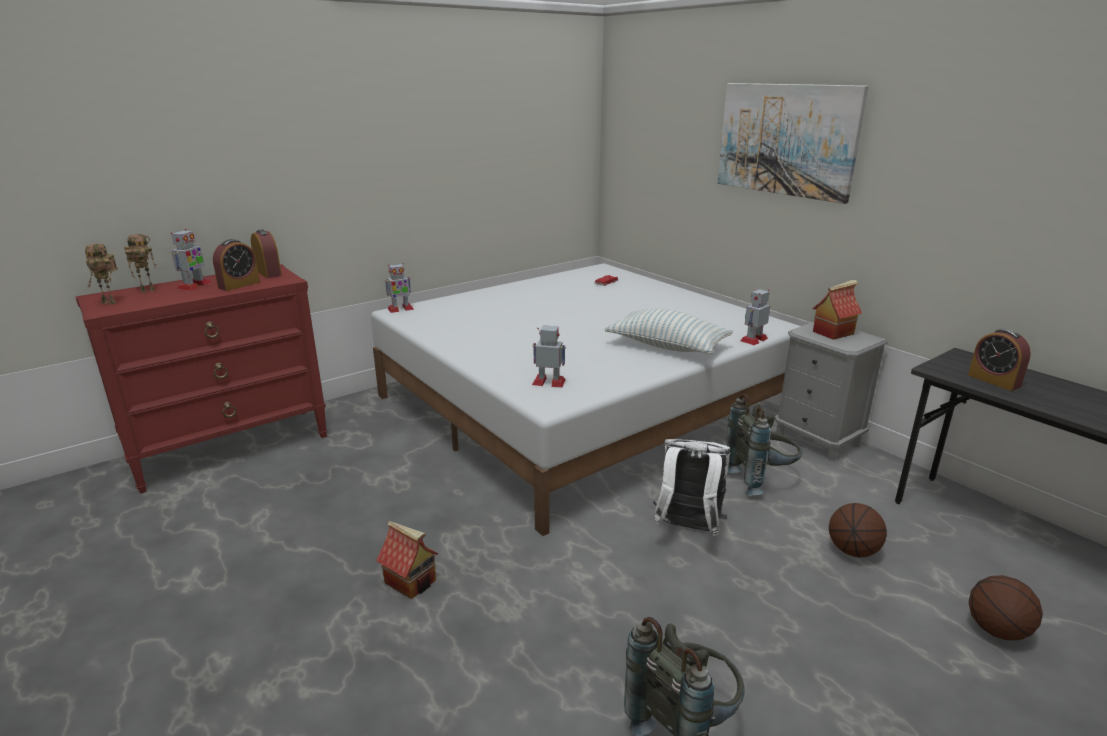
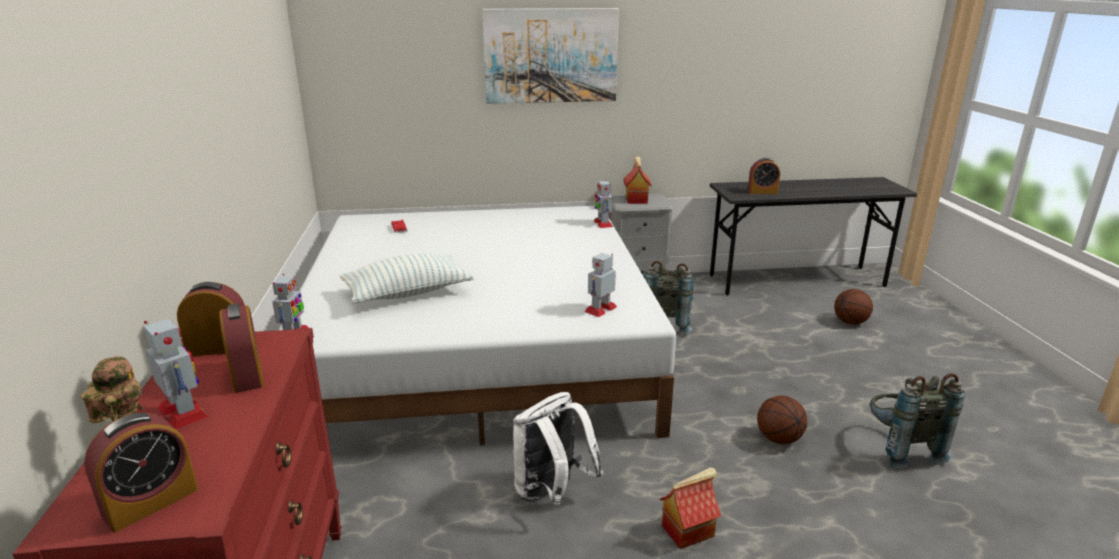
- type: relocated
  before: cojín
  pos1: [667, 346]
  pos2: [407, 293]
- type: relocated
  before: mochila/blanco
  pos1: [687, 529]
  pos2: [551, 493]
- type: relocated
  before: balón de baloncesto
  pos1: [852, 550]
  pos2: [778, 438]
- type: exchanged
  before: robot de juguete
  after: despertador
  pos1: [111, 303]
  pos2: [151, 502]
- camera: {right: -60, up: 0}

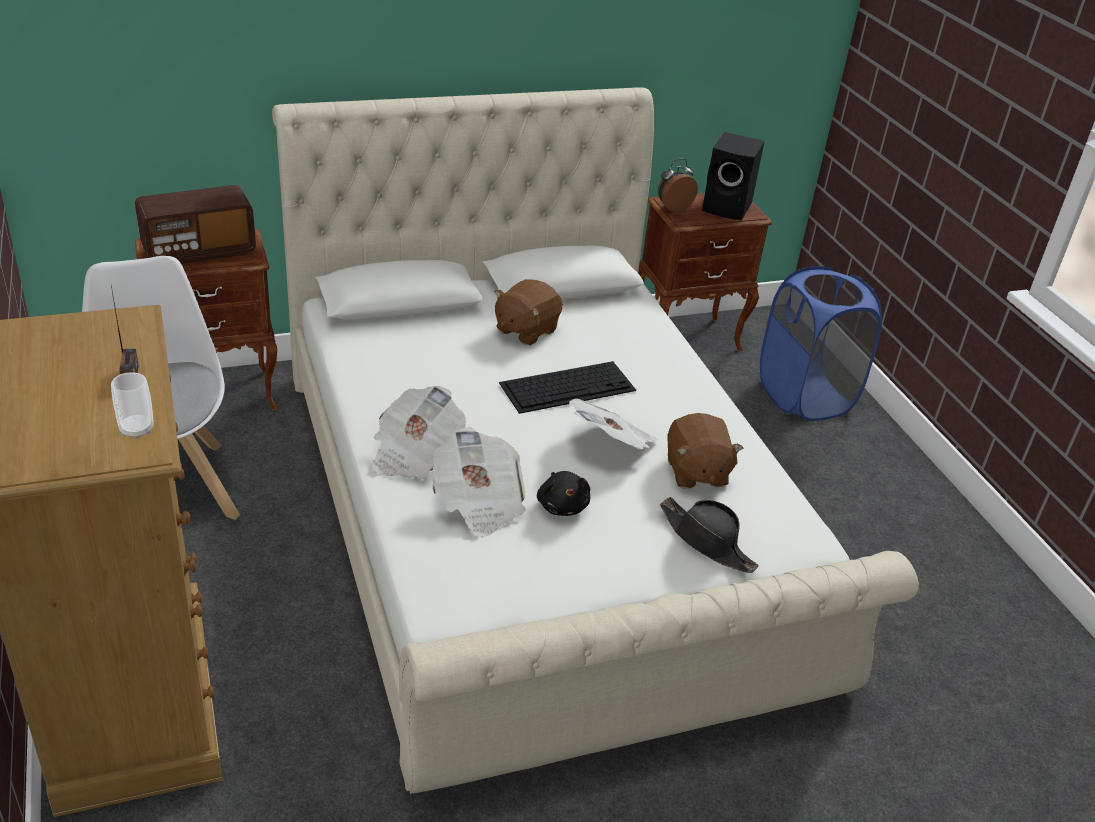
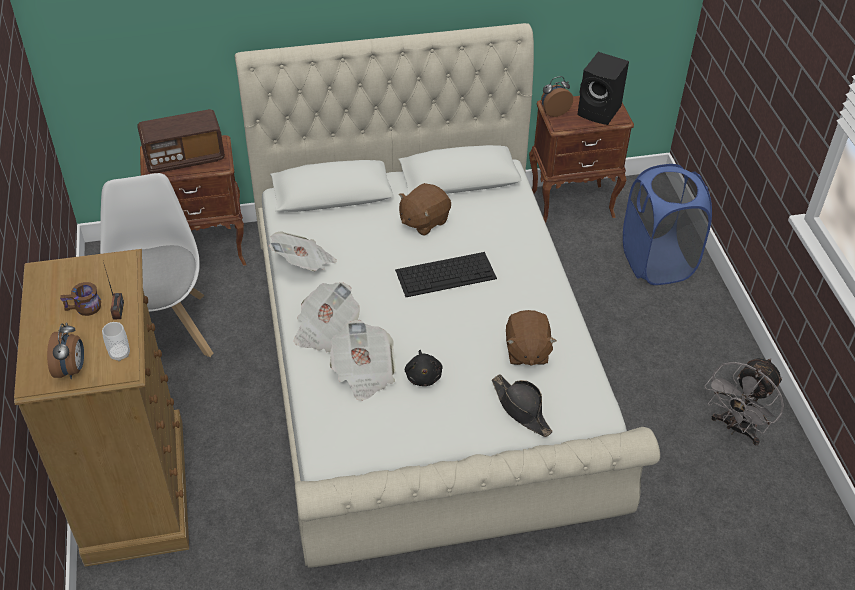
- type: appeared
  after: despertador
  pos2: [72, 369]
- type: appeared
  after: taza grande/marrón
  pos2: [84, 309]
- type: appeared
  after: ventilador/gris
  pos2: [736, 428]
- type: relocated
  before: periódico
  pos1: [612, 444]
  pos2: [304, 263]
- camera: {right: 10, up: 10}

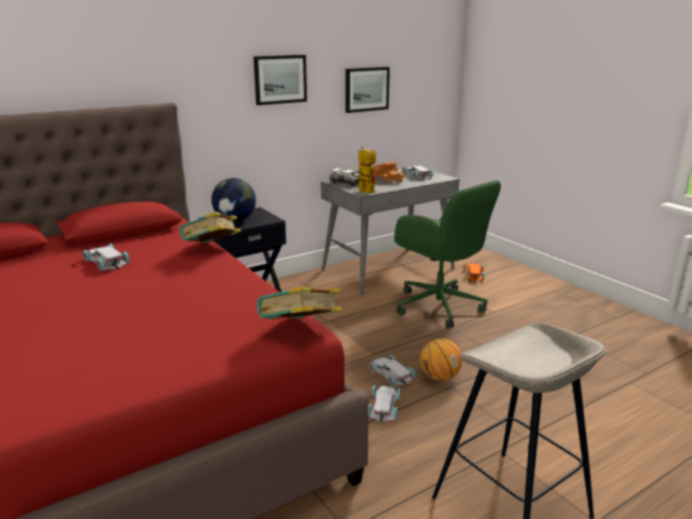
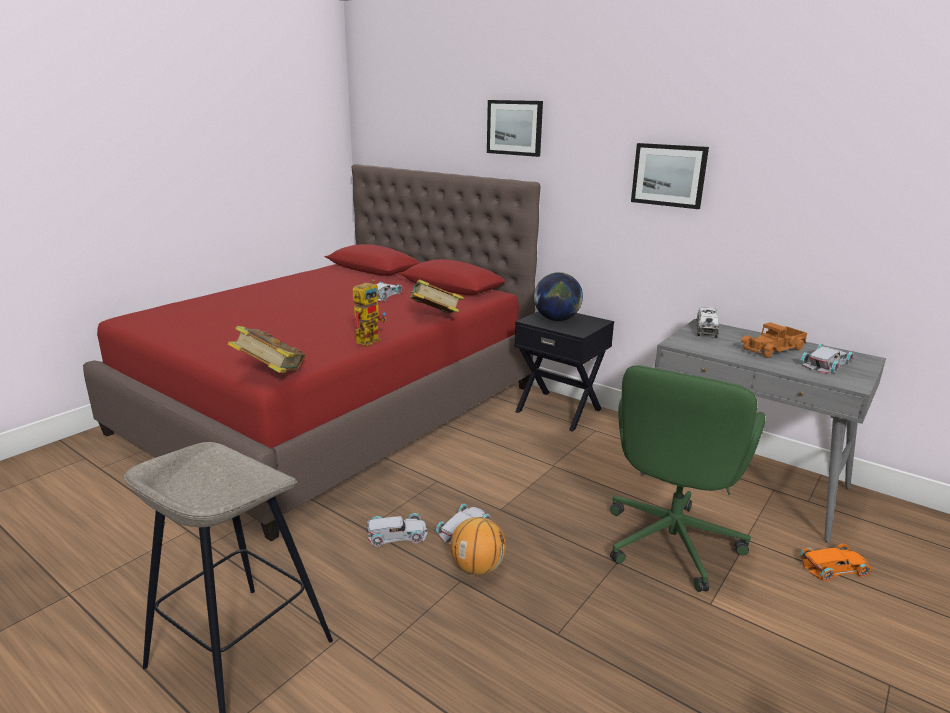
- type: relocated
  before: cuadro
  pos1: [366, 89]
  pos2: [514, 127]
- type: relocated
  before: robot de juguete
  pos1: [363, 190]
  pos2: [370, 339]
- camera: {right: 70, up: 0}

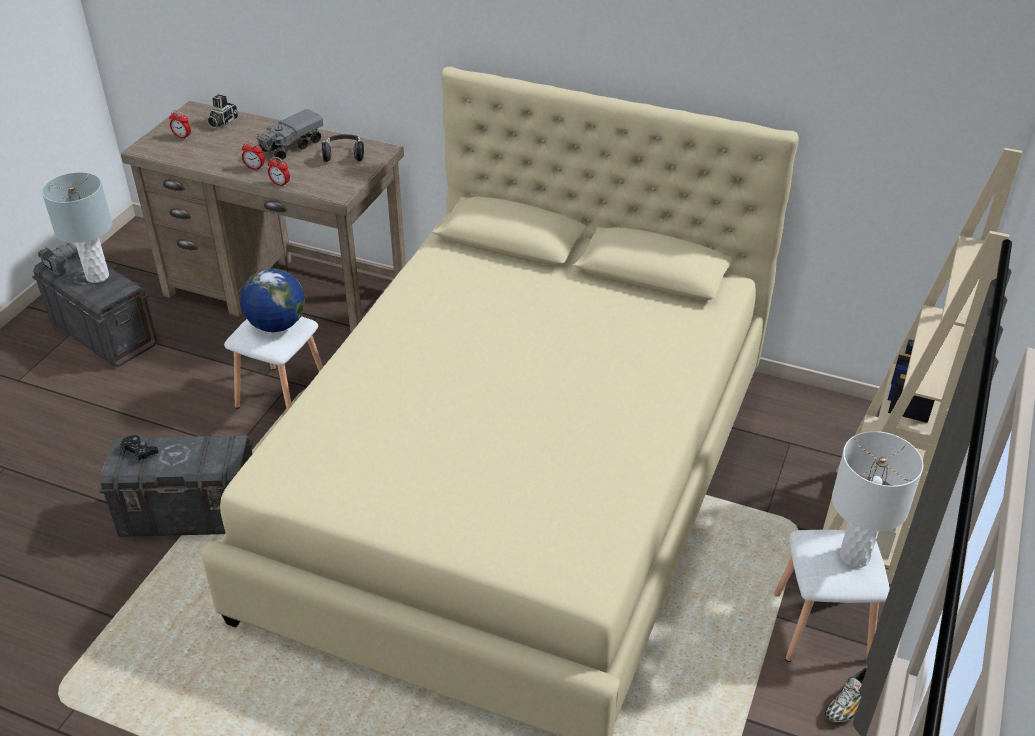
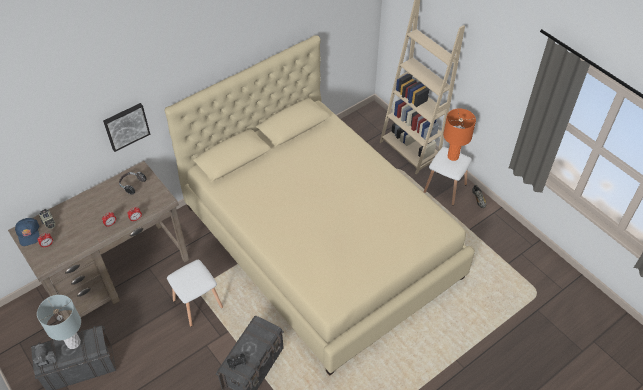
- type: missing
  before: globo terráqueo
  pos1: [276, 325]
- type: missing
  before: camión de juguete
  pos1: [291, 146]
- type: appeared
  after: gorra/azul
  pos2: [28, 233]
- type: appeared
  after: cuadro
  pos2: [126, 126]
- type: colour
  before: lámpara de mesa/blanco
  after: lámpara de mesa/naranja
  pos1: [854, 556]
  pos2: [452, 156]
- camera: {right: -60, up: 10}

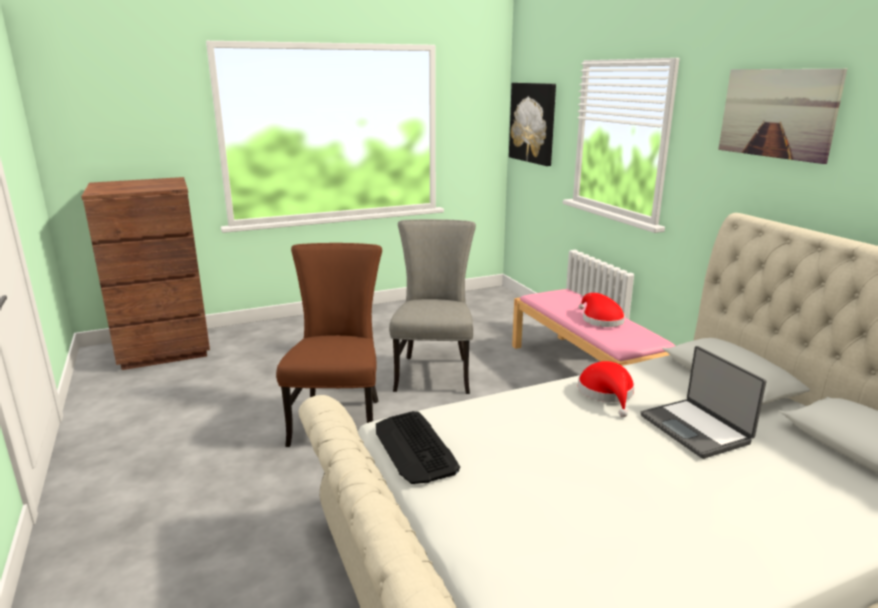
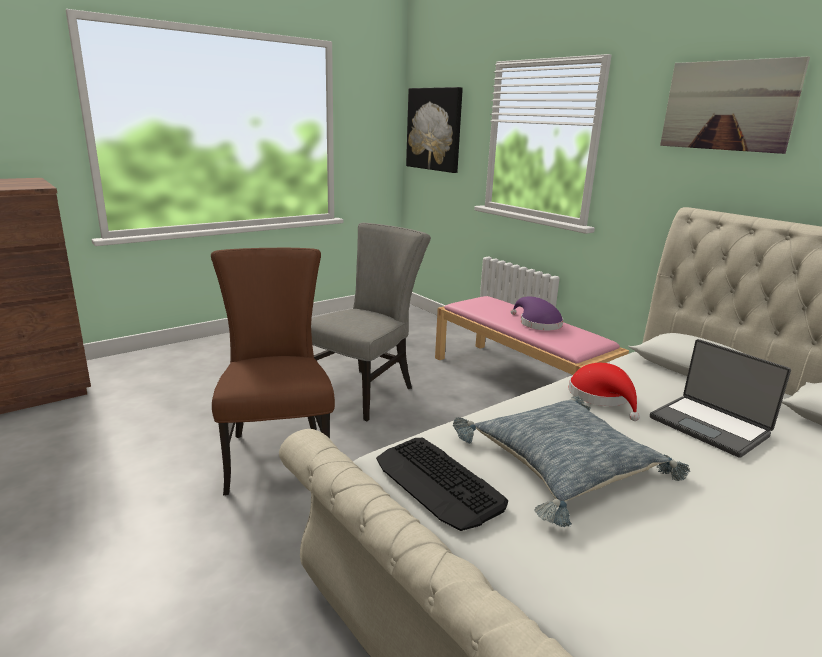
- type: appeared
  after: cojín
  pos2: [563, 460]
- type: colour
  before: sombrero/rojo
  after: sombrero/morado
  pos1: [600, 319]
  pos2: [537, 323]
- type: spun
  before: silla/gris
  pos1: [434, 371]
  pos2: [365, 390]
  turn: 45
- camera: {right: -15, up: 0}

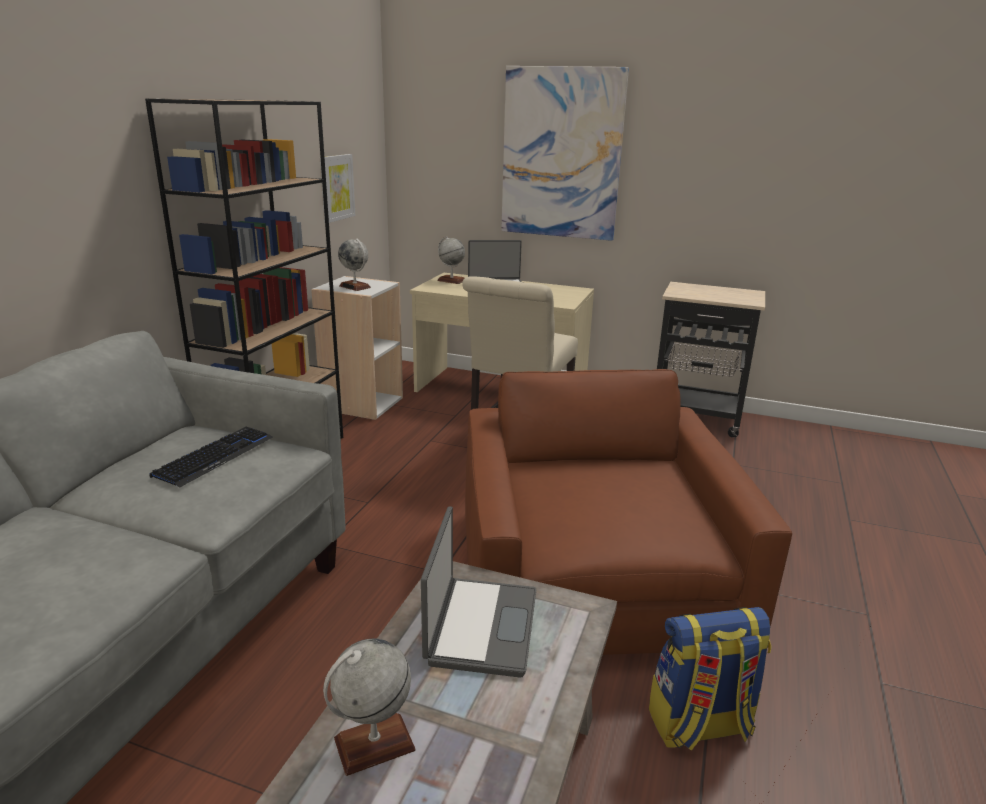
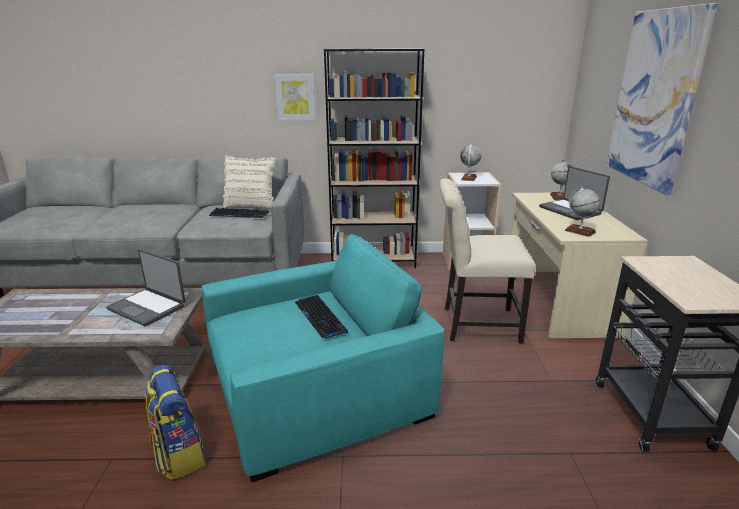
- type: appeared
  after: cojín/beis
  pos2: [251, 206]
- type: appeared
  after: teclado
  pos2: [320, 317]
- type: relocated
  before: cuadro
  pos1: [336, 187]
  pos2: [295, 97]
- type: relocated
  before: globo terráqueo
  pos1: [374, 744]
  pos2: [579, 231]
- type: colour
  before: sillón/marrón
  after: sillón/turquesa
  pos1: [595, 577]
  pos2: [316, 389]
- type: spun
  before: portátil
  pos1: [480, 626]
  pos2: [148, 307]
  turn: 45
- camera: {right: 70, up: 0}

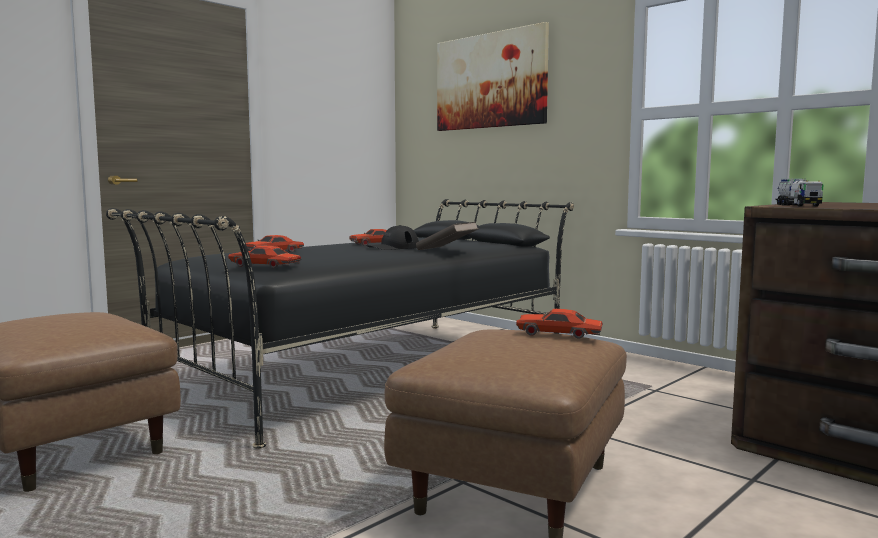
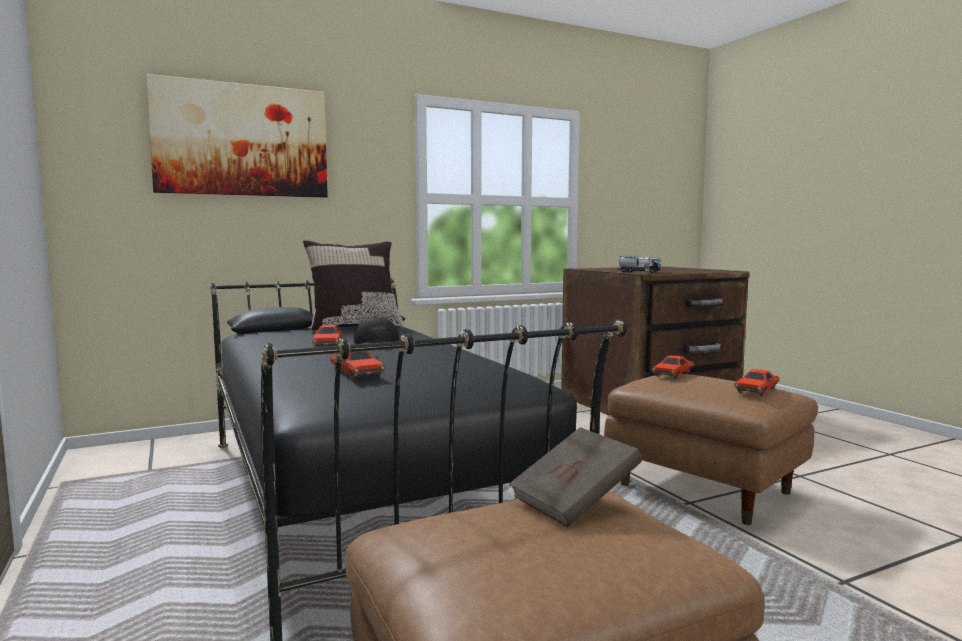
- type: appeared
  after: cojín
  pos2: [354, 326]
- type: relocated
  before: coche de juguete/rojo
  pos1: [265, 266]
  pos2: [757, 390]
- type: relocated
  before: libro/marrón
  pos1: [447, 250]
  pos2: [574, 501]
- camera: {right: -70, up: 0}

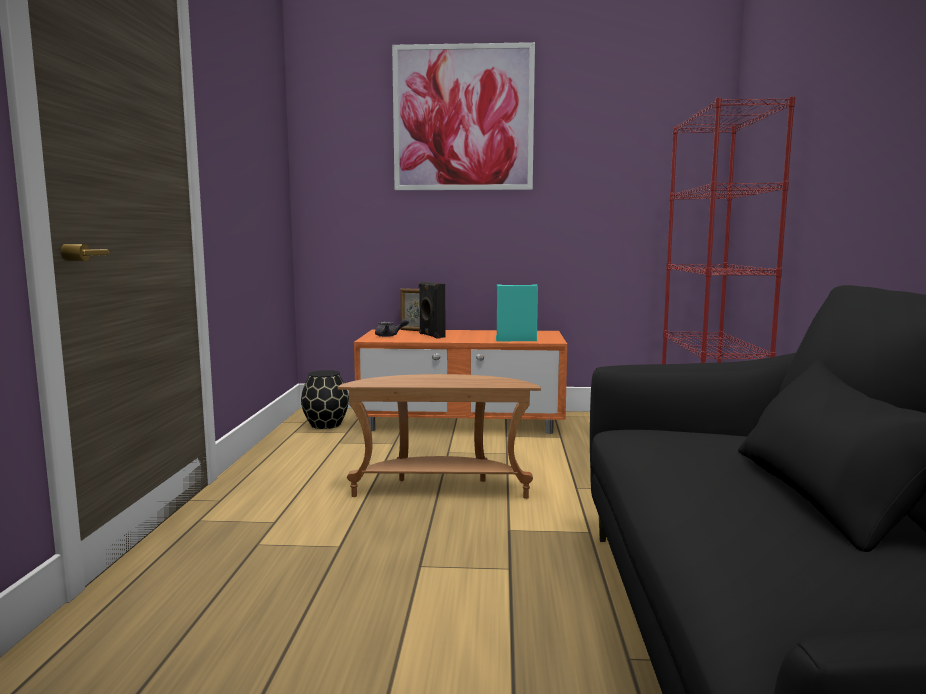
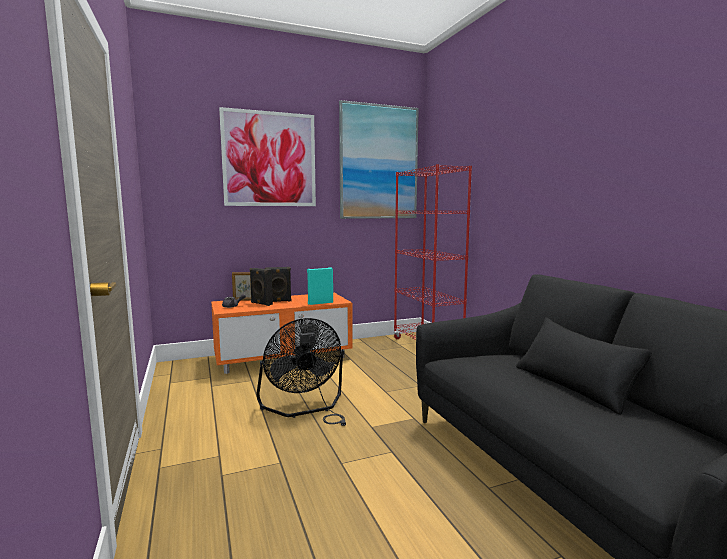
- type: missing
  before: florero/negro
  pos1: [326, 425]
- type: appeared
  after: altavoz/negro
  pos2: [278, 301]
- type: appeared
  after: cuadro
  pos2: [378, 162]
- type: exchanged
  before: mesa auxiliar/marrón
  after: ventilador/negro
  pos1: [441, 489]
  pos2: [310, 408]
- camera: {right: -25, up: 0}

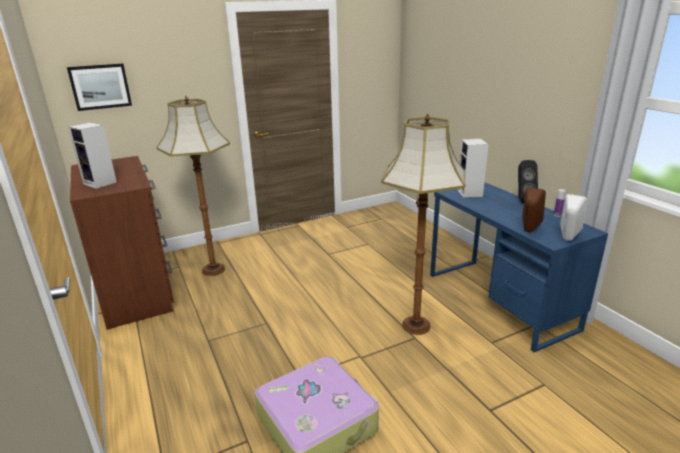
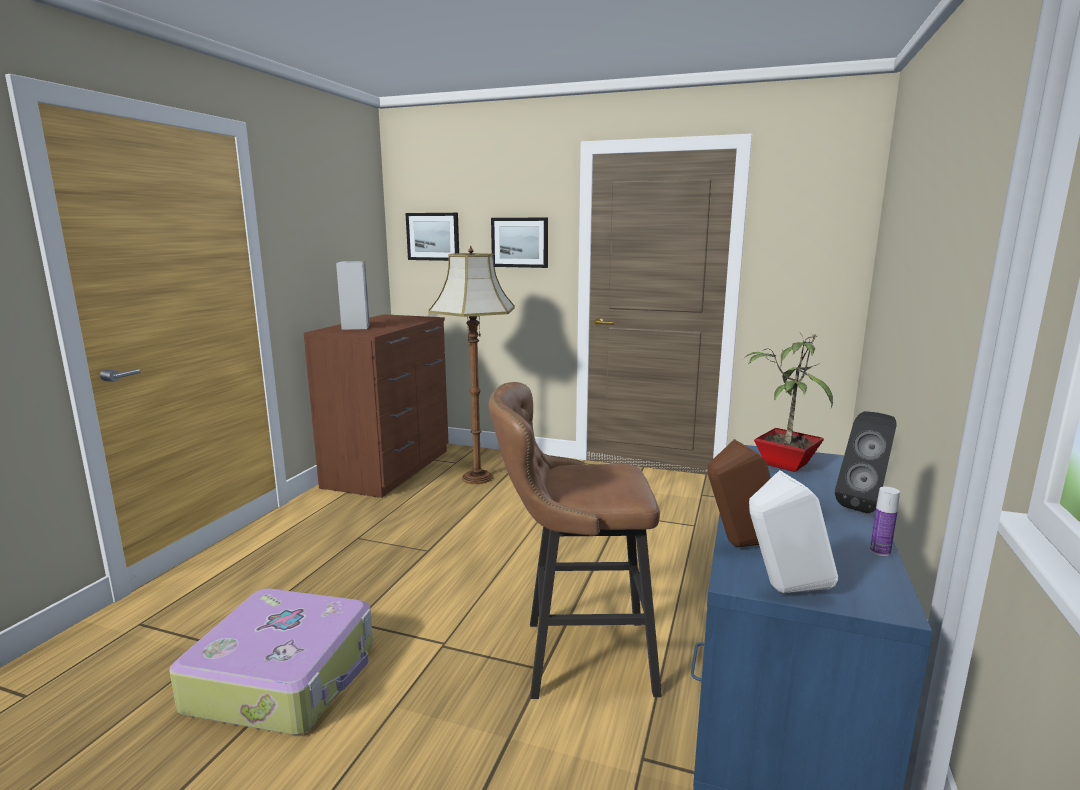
- type: appeared
  after: cuadro
  pos2: [520, 242]
- type: exchanged
  before: lámpara de pie
  after: taburete/marrón
  pos1: [415, 326]
  pos2: [570, 656]
- type: exchanged
  before: altavoz
  after: planta en maceta
  pos1: [470, 193]
  pos2: [783, 464]
- camera: {right: 45, up: -10}

